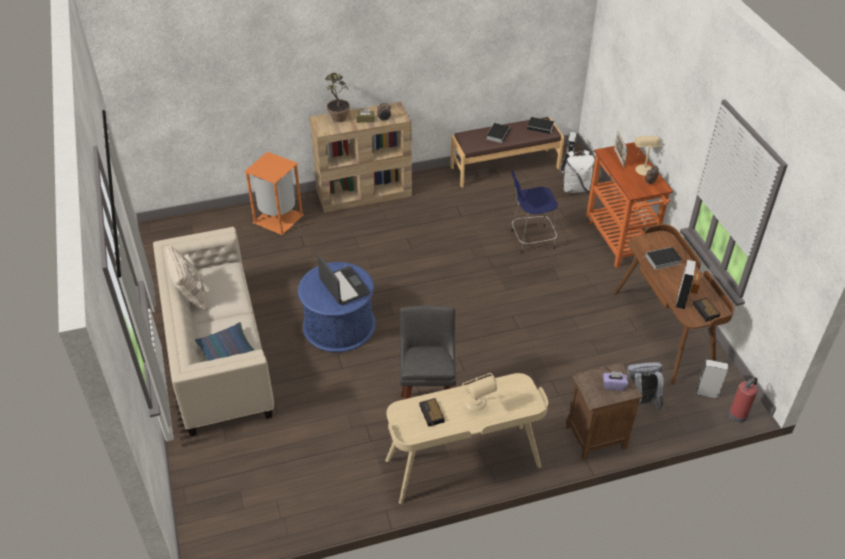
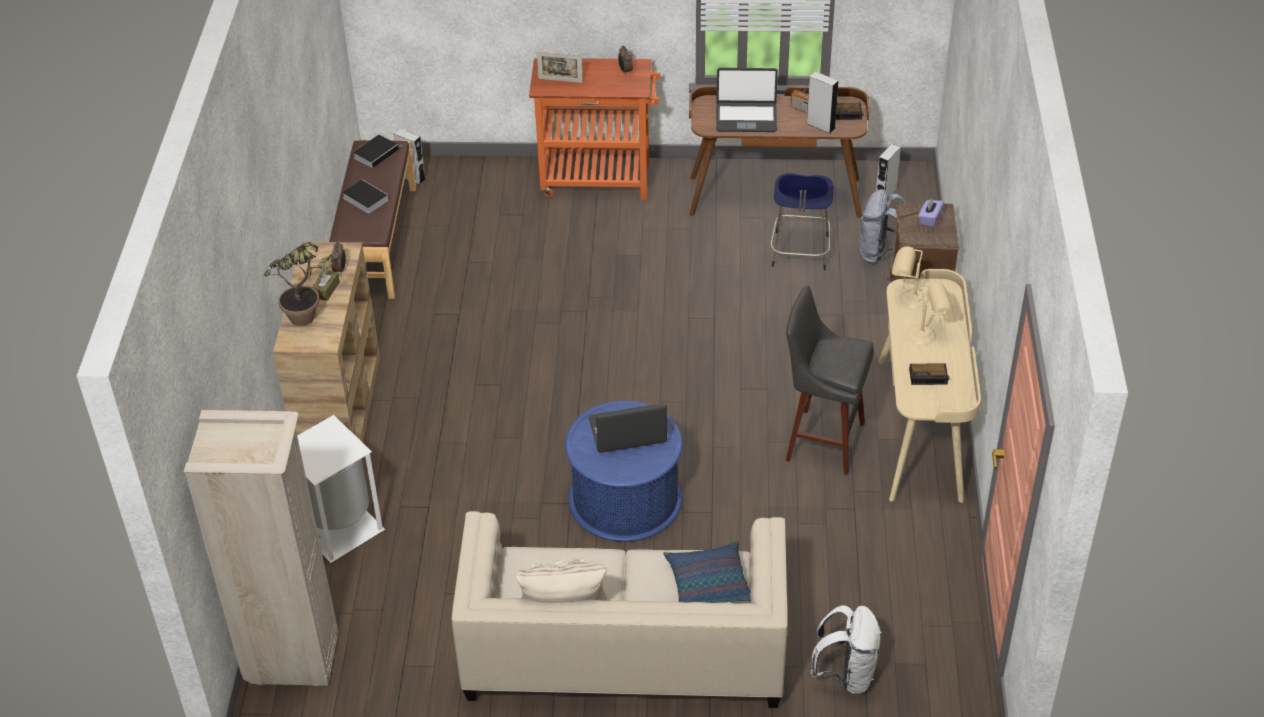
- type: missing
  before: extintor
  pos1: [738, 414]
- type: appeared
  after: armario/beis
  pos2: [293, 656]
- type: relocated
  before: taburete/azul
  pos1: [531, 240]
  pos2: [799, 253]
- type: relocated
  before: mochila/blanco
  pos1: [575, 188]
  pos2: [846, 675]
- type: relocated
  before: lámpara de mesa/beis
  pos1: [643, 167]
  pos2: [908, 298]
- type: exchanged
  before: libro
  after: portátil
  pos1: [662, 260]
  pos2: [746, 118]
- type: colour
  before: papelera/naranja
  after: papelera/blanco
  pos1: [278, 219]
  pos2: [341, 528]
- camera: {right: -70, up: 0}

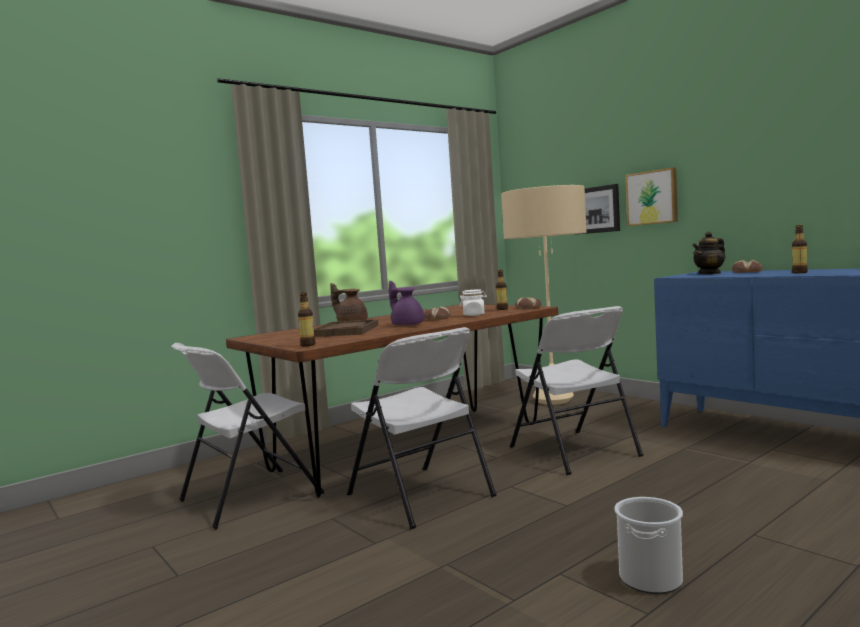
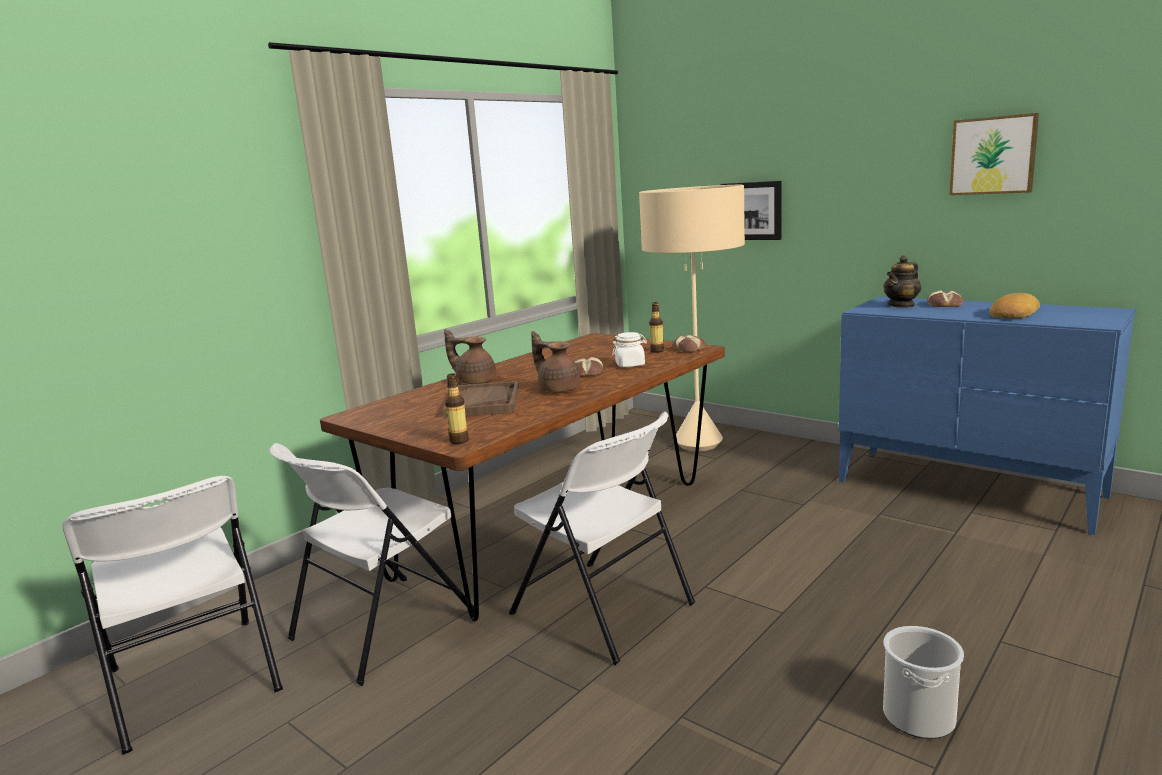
- type: relocated
  before: silla/blanco
  pos1: [573, 451]
  pos2: [193, 681]
- type: relocated
  before: cuadro
  pos1: [652, 197]
  pos2: [993, 155]
- type: exchanged
  before: botella
  after: pan
  pos1: [799, 273]
  pos2: [1013, 314]
- type: colour
  before: tetera/morado
  after: tetera/marrón
  pos1: [407, 325]
  pos2: [558, 389]
- camera: {right: -10, up: 10}

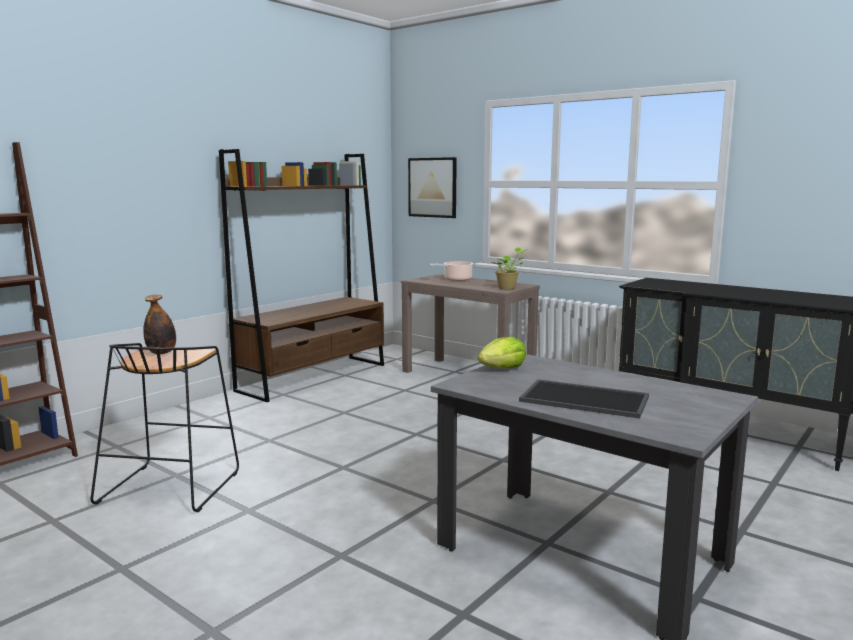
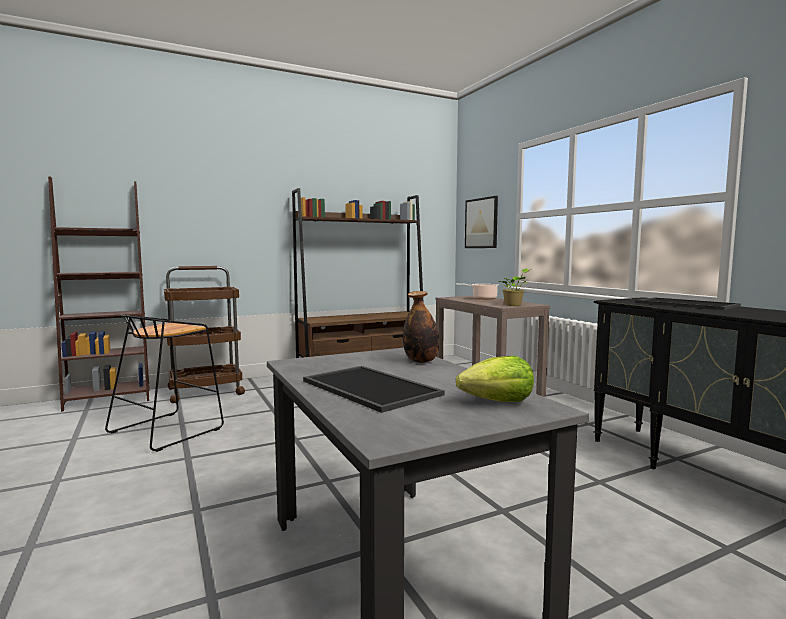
- type: appeared
  after: carrito/marrón
  pos2: [205, 392]
- type: appeared
  after: bandeja
  pos2: [684, 304]
- type: relocated
  before: botella
  pos1: [161, 353]
  pos2: [421, 361]
- type: relocated
  before: lechuga
  pos1: [502, 369]
  pos2: [497, 402]
- camera: {right: 25, up: -5}

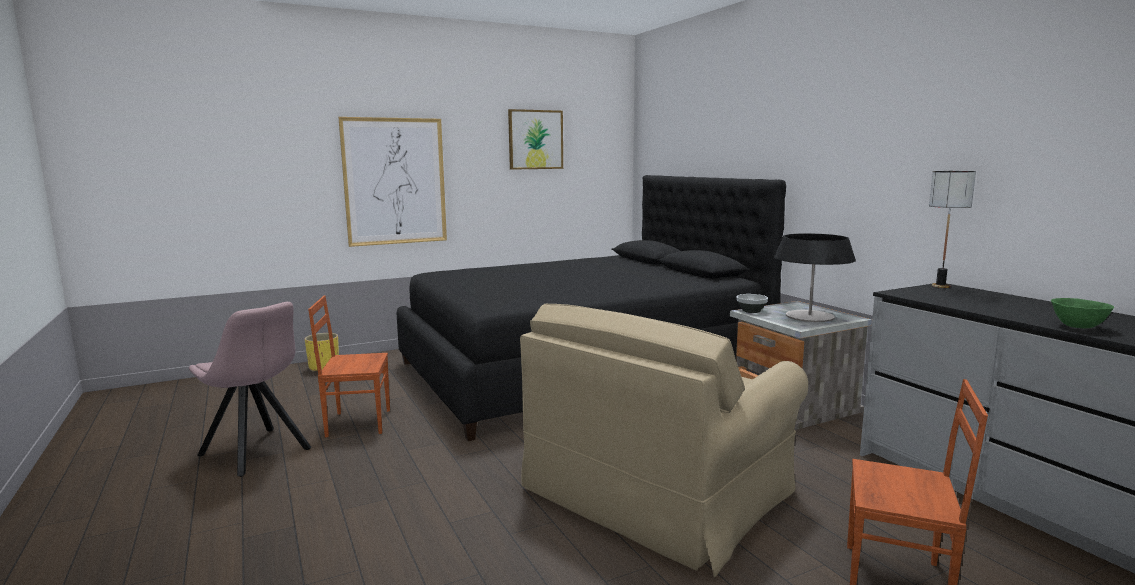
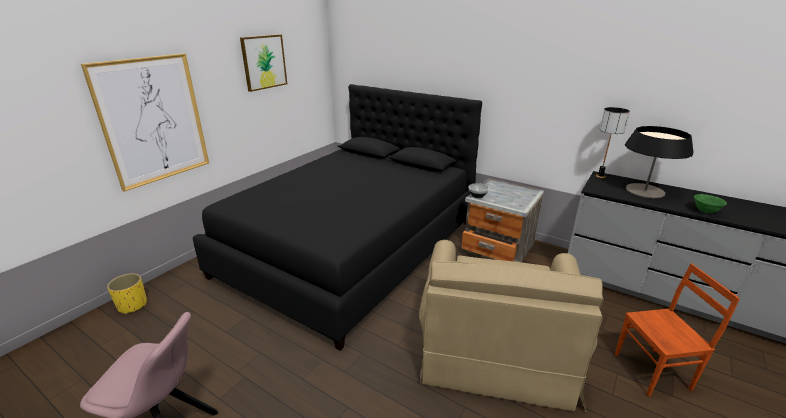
- type: missing
  before: silla/marrón
  pos1: [357, 422]
- type: relocated
  before: lámpara de mesa
  pos1: [809, 316]
  pos2: [645, 191]
- camera: {right: -30, up: 15}

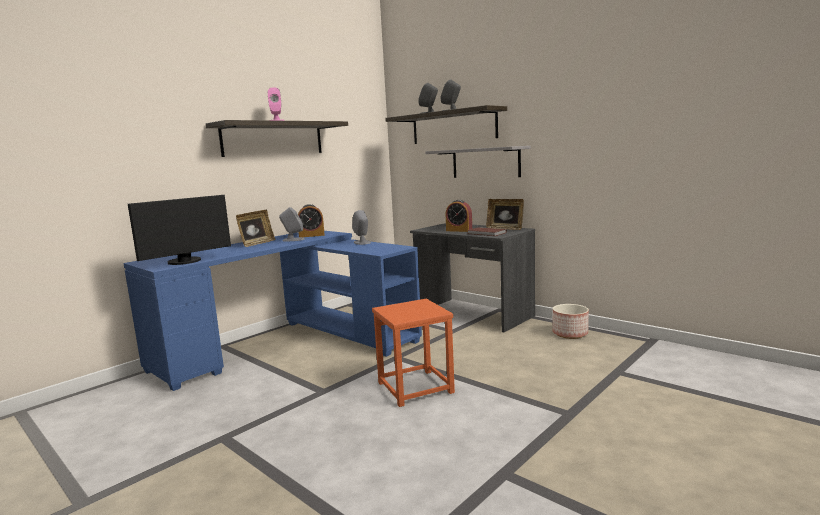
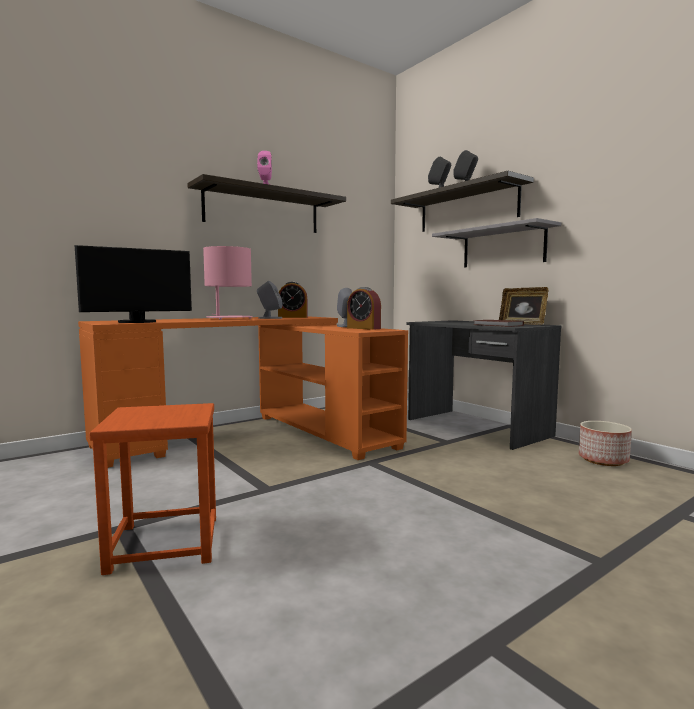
- type: relocated
  before: taburete/naranja
  pos1: [415, 388]
  pos2: [164, 544]
- type: relocated
  before: despertador
  pos1: [459, 230]
  pos2: [363, 328]
- type: exchanged
  before: portarretratos
  after: lámpara de mesa/rosa
  pos1: [257, 244]
  pos2: [229, 318]
- type: colour
  before: escritorio/azul
  after: escritorio/naranja
  pos1: [291, 343]
  pos2: [255, 436]
- camera: {right: 10, up: -5}

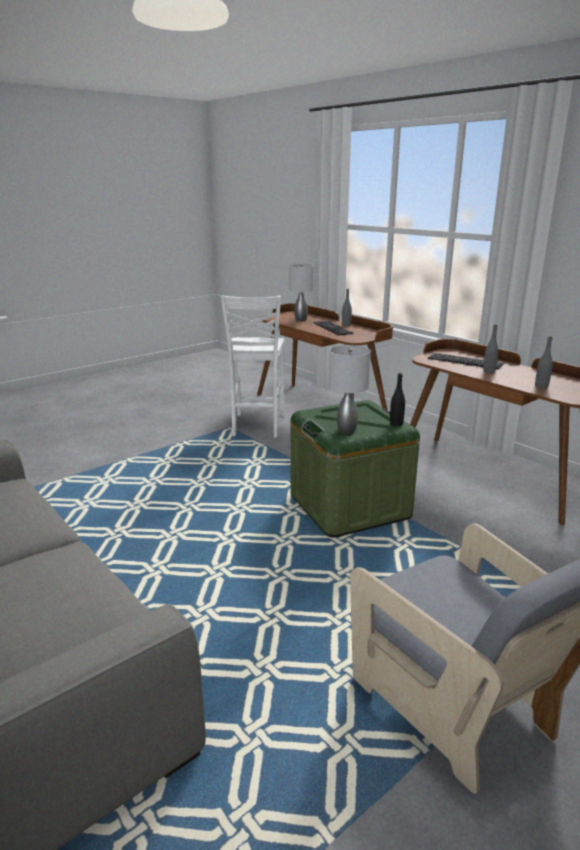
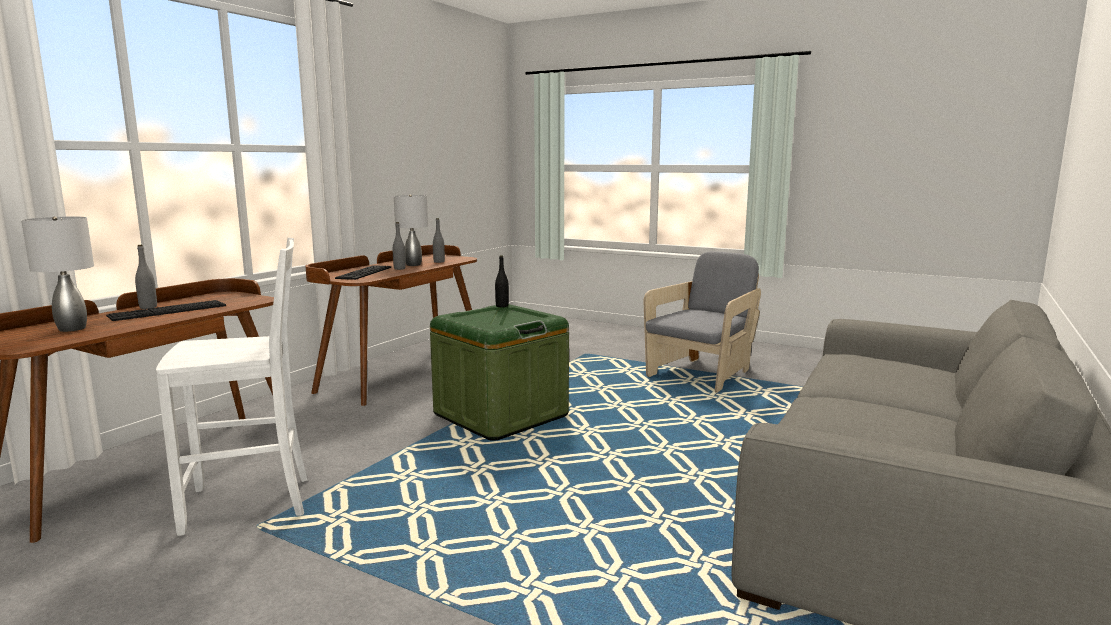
- type: relocated
  before: lámpara de mesa/gris
  pos1: [347, 430]
  pos2: [413, 264]
- camera: {right: -110, up: -10}

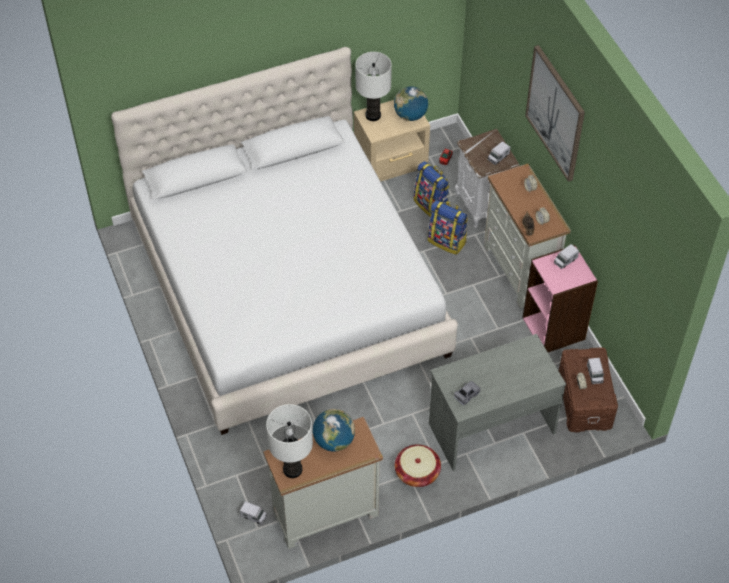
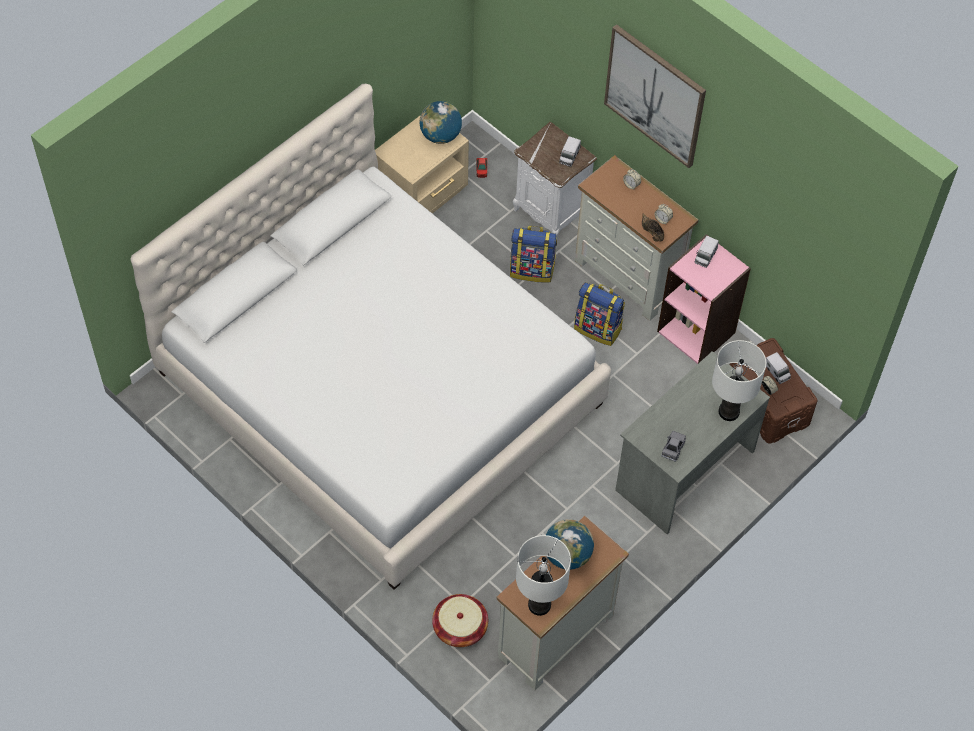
- type: missing
  before: camión de juguete
  pos1: [254, 516]
- type: relocated
  before: lámpara de mesa/blanco
  pos1: [373, 115]
  pos2: [729, 411]
- type: relocated
  before: cesta
  pos1: [417, 472]
  pos2: [460, 627]
- type: relocated
  before: mochila
  pos1: [432, 205]
  pos2: [598, 328]
- camera: {right: -25, up: 5}

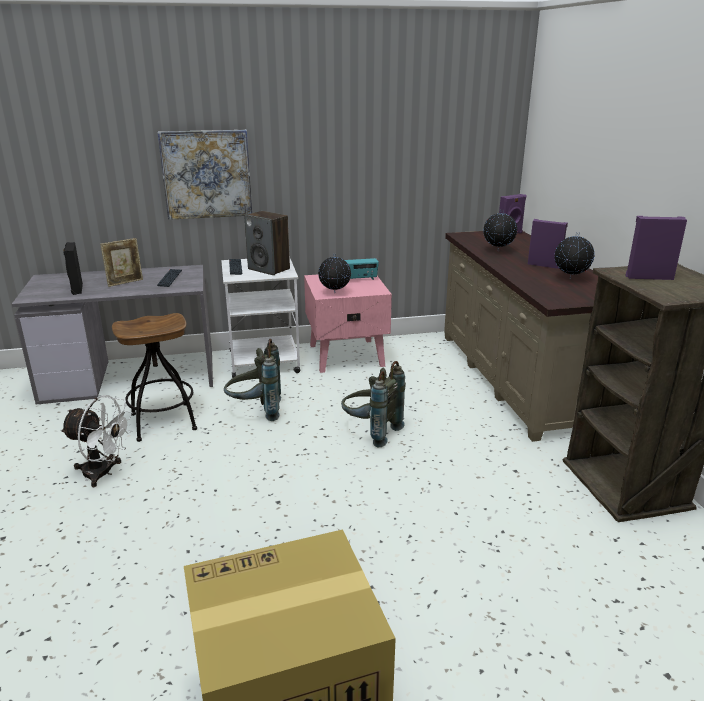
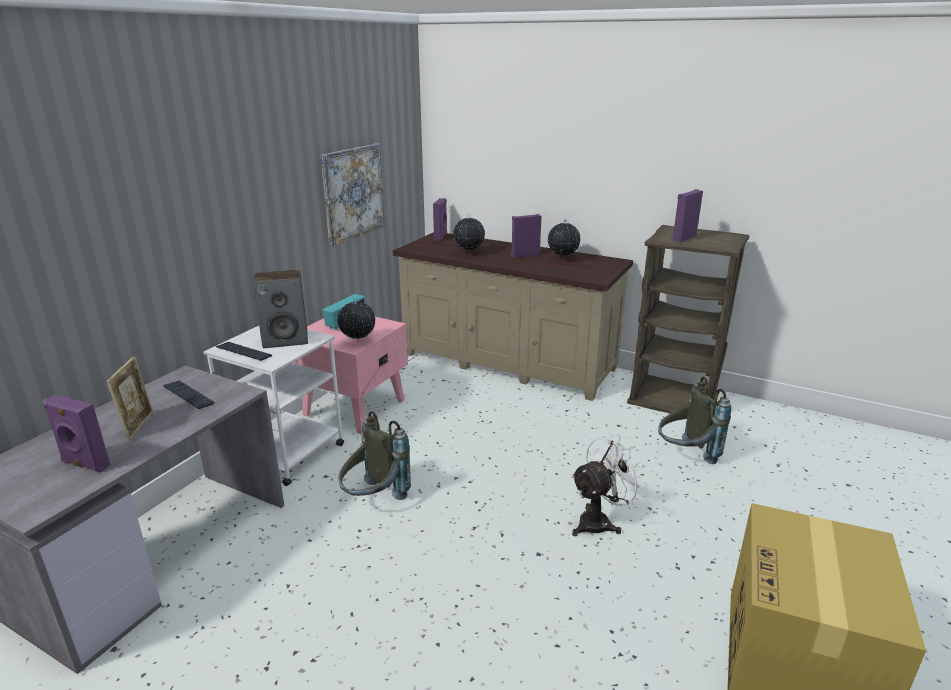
- type: missing
  before: taburete/marrón
  pos1: [163, 421]
- type: relocated
  before: ventilador/blanco
  pos1: [104, 473]
  pos2: [600, 521]
- type: relocated
  before: cuadro
  pos1: [206, 174]
  pos2: [353, 193]
- type: relocated
  before: mochila/gris
  pos1: [370, 432]
  pos2: [685, 456]
- type: colour
  before: altavoz/negro
  after: altavoz/morado
  pos1: [76, 289]
  pos2: [84, 464]
- camera: {right: -50, up: 0}

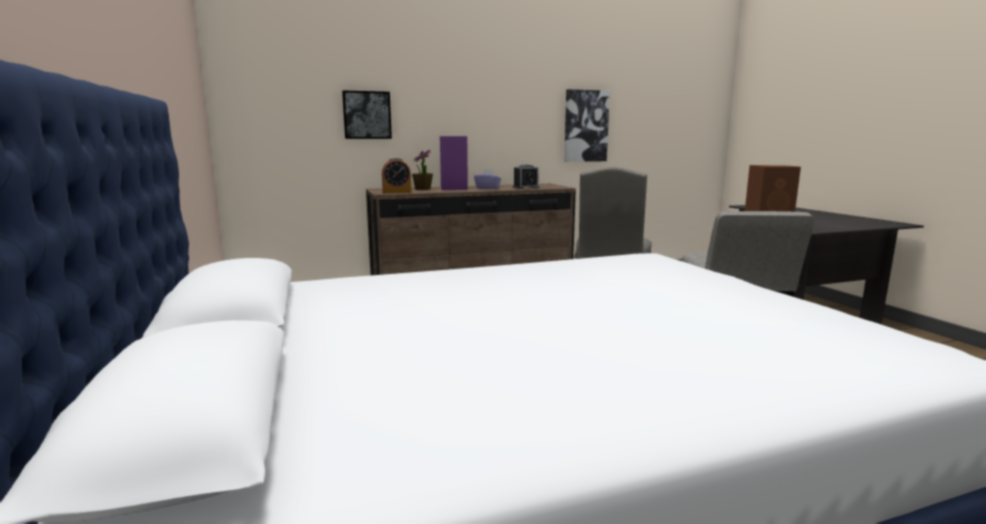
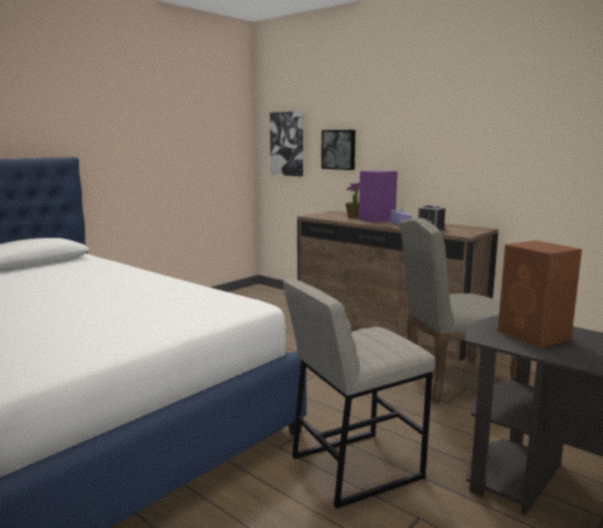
- type: missing
  before: despertador
  pos1: [397, 192]
- type: relocated
  before: cuadro
  pos1: [585, 126]
  pos2: [287, 144]
- camera: {right: 60, up: 0}

